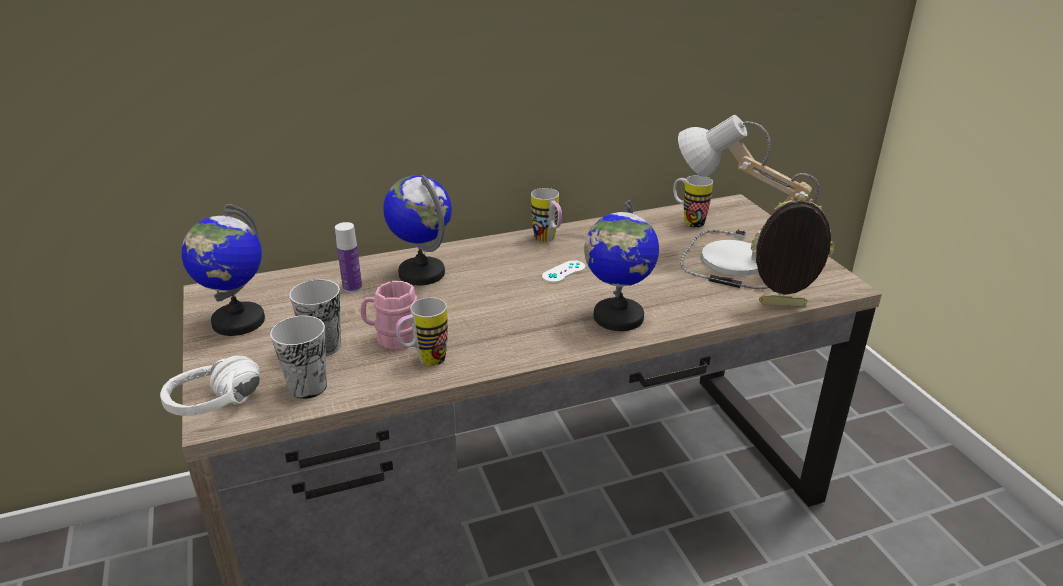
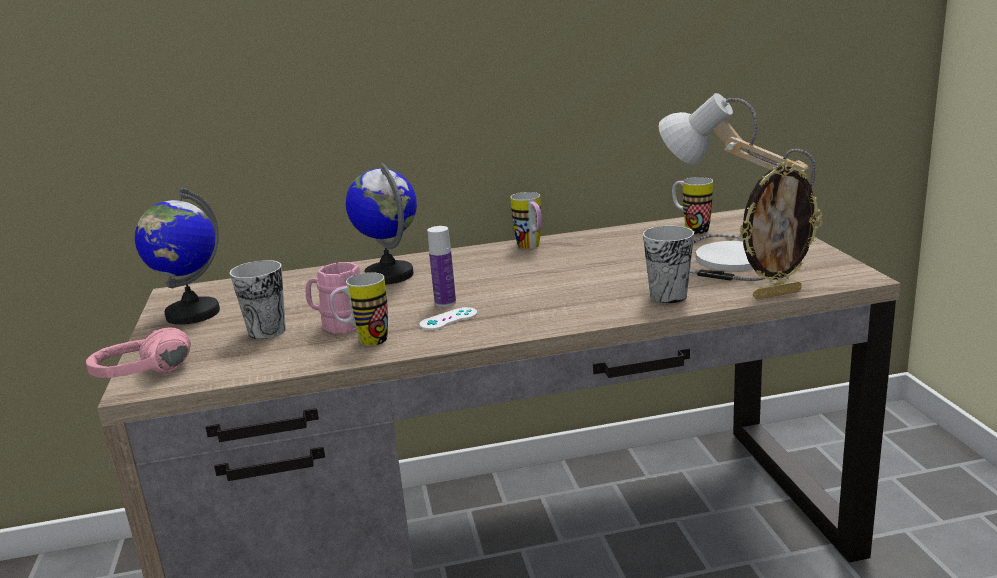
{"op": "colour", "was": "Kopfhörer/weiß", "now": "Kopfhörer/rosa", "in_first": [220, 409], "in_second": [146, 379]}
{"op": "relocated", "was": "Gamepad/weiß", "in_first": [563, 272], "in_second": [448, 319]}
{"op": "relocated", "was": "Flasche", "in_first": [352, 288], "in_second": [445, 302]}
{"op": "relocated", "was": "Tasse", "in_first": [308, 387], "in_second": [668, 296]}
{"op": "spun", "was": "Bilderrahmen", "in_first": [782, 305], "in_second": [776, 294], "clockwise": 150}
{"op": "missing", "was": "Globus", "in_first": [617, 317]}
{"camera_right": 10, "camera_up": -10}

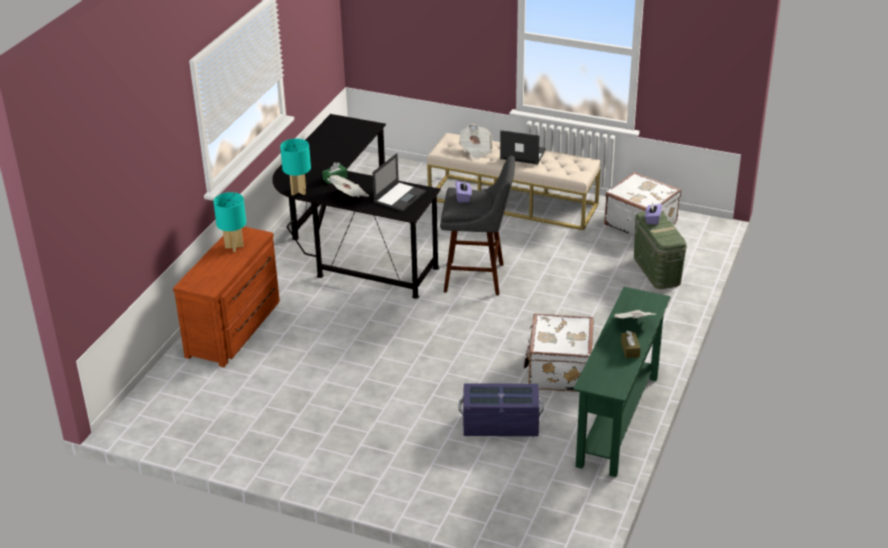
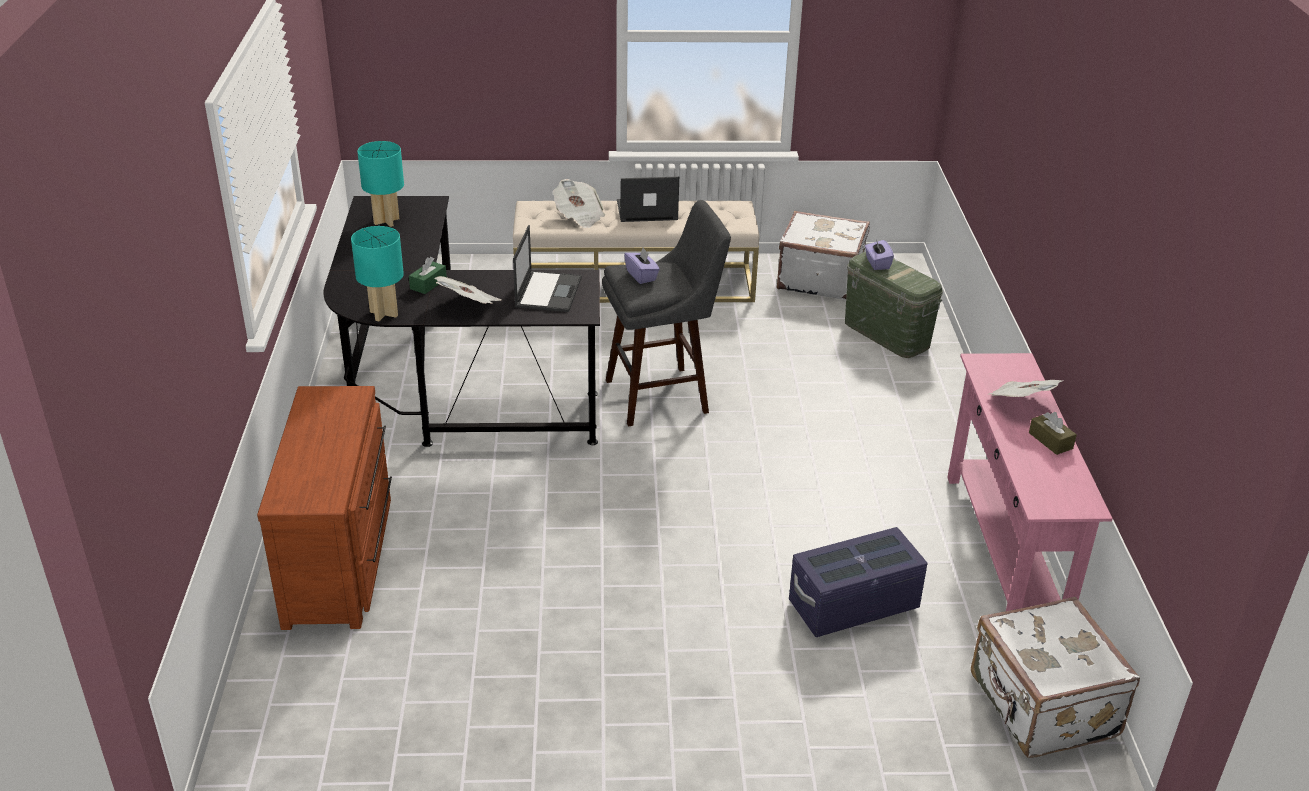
{"op": "relocated", "was": "Tischlampe/türkis", "in_first": [234, 246], "in_second": [387, 221]}
{"op": "colour", "was": "Konsolentisch/grün", "now": "Konsolentisch/rosa", "in_first": [618, 420], "in_second": [1004, 552]}
{"op": "relocated", "was": "Koffer/weiß", "in_first": [558, 371], "in_second": [1041, 707]}
{"camera_right": -25, "camera_up": 0}

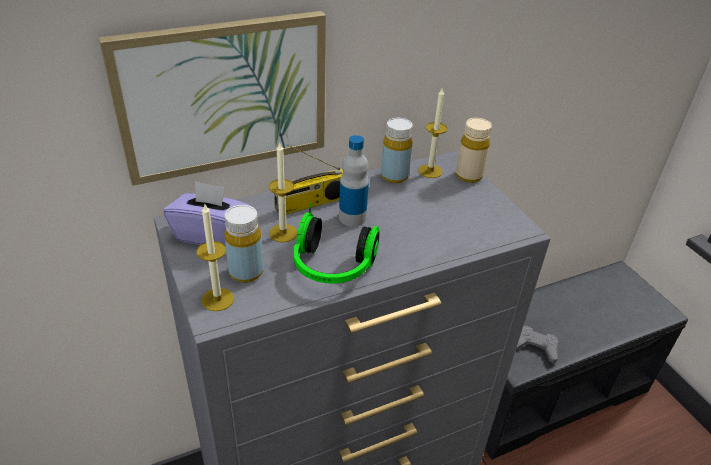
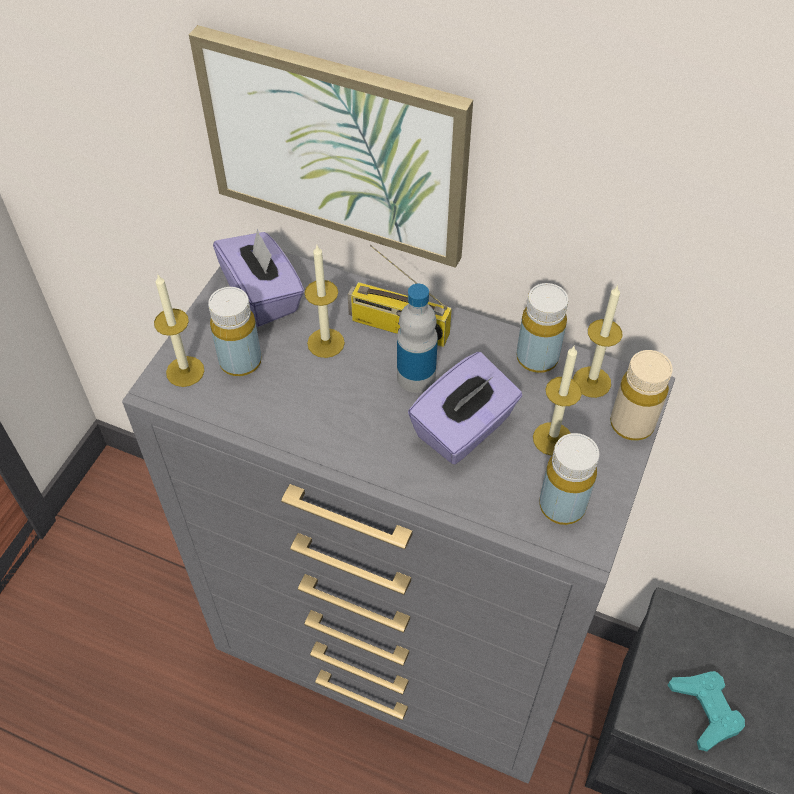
{"op": "appeared", "now": "Taschentuchbox/lila", "in_second": [464, 429]}
{"op": "appeared", "now": "Kerze", "in_second": [552, 439]}
{"op": "appeared", "now": "Flasche/gelb", "in_second": [562, 506]}
{"op": "colour", "was": "Gamepad/grau", "now": "Gamepad/türkis", "in_first": [535, 347], "in_second": [705, 710]}
{"op": "missing", "was": "Kopfhörer", "in_first": [332, 267]}
{"camera_right": 50, "camera_up": 15}

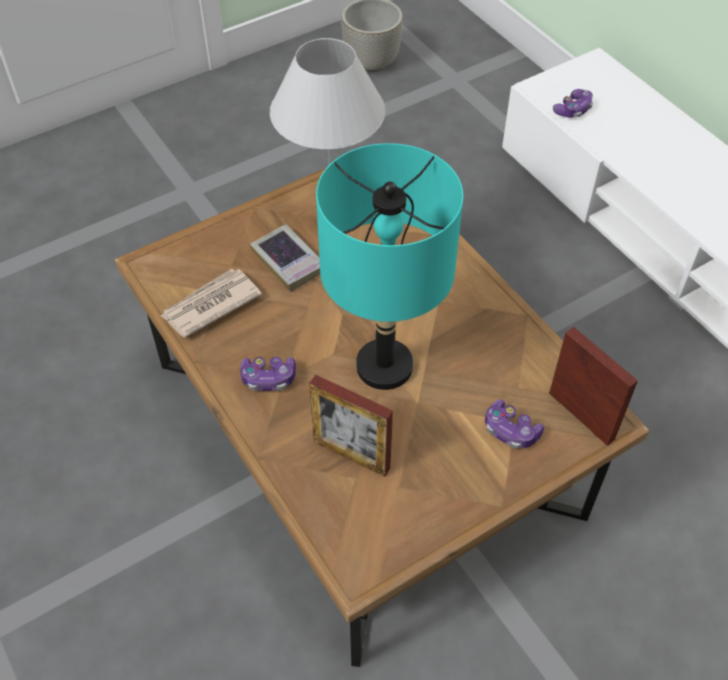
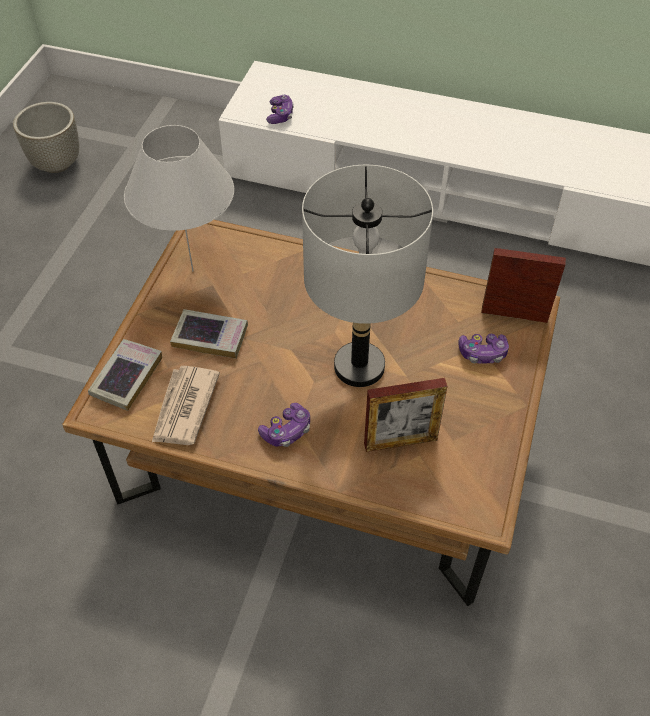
{"op": "appeared", "now": "Buch", "in_second": [126, 377]}
{"op": "colour", "was": "Tischlampe/türkis", "now": "Tischlampe/grau", "in_first": [384, 366], "in_second": [358, 366]}
{"camera_right": -40, "camera_up": 0}

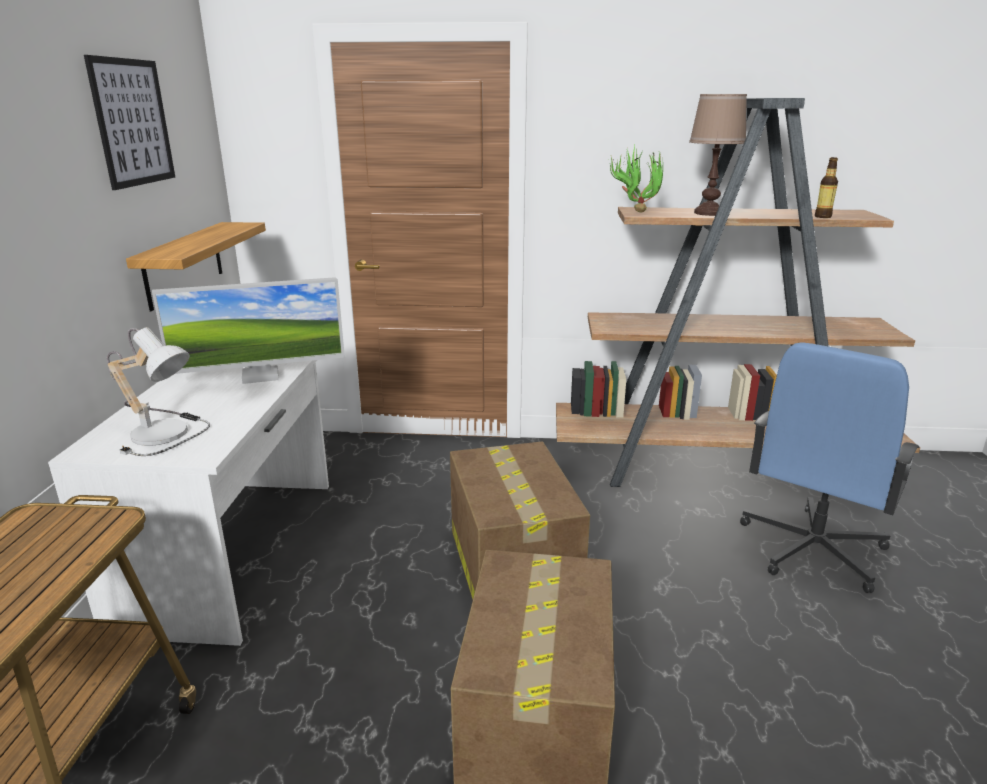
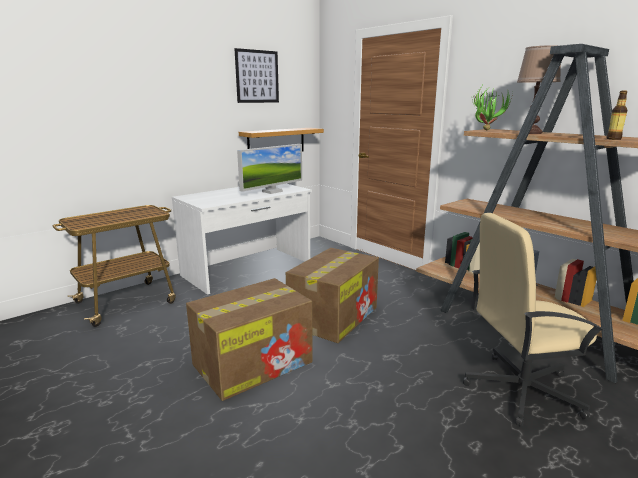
{"op": "spun", "was": "Monitor", "in_first": [260, 376], "in_second": [272, 191], "clockwise": -75}
{"op": "colour", "was": "Bürostuhl/blau", "now": "Bürostuhl/beige", "in_first": [811, 549], "in_second": [520, 390]}
{"op": "missing", "was": "Tischlampe", "in_first": [166, 432]}
{"camera_right": 45, "camera_up": -5}

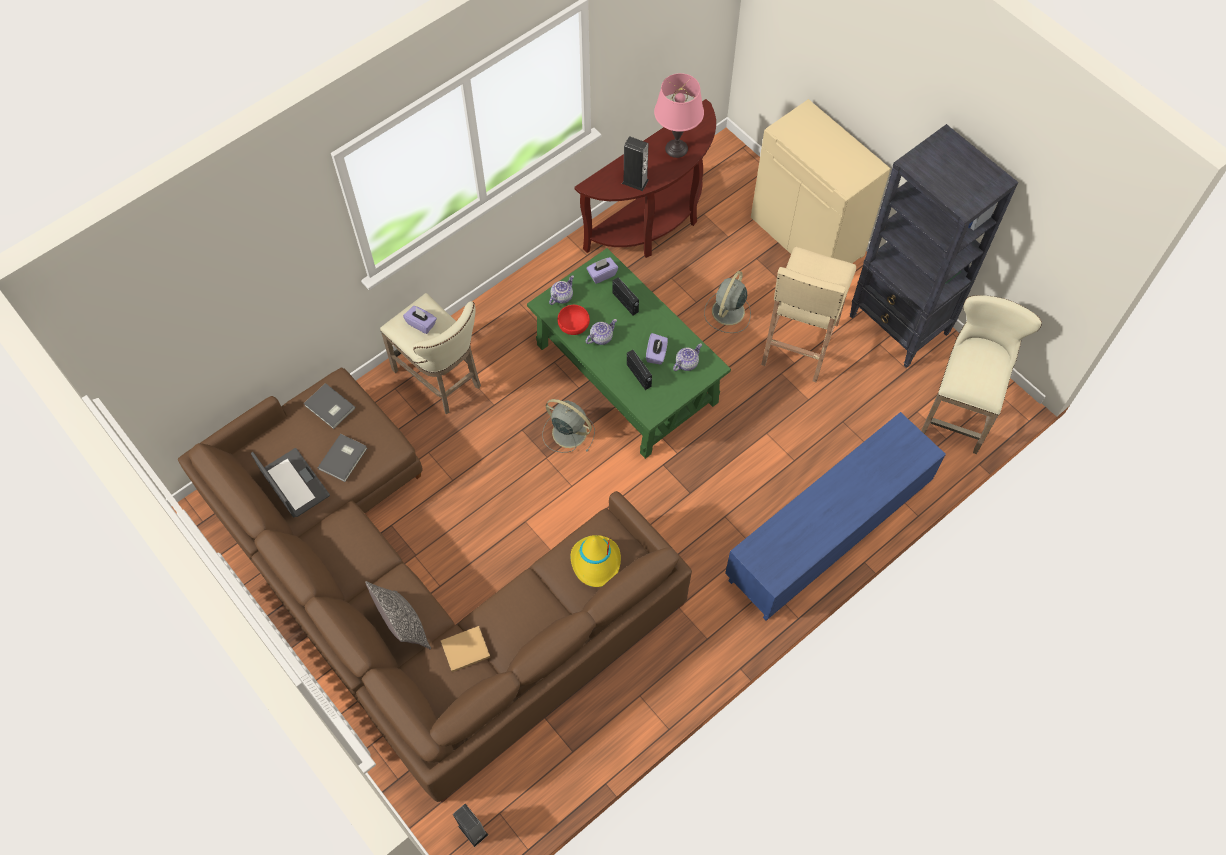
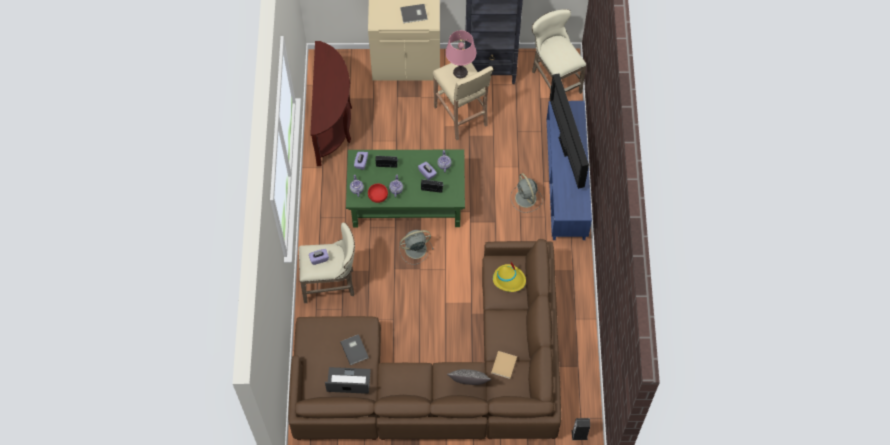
{"op": "relocated", "was": "Buch/grau", "in_first": [329, 408], "in_second": [414, 14]}
{"op": "relocated", "was": "Tischlampe/rosa", "in_first": [676, 148], "in_second": [460, 72]}
{"op": "relocated", "was": "Ventilator/grau", "in_first": [727, 312], "in_second": [526, 199]}
{"op": "appeared", "now": "Fernseher", "in_second": [565, 148]}
{"op": "missing", "was": "Lautsprecher", "in_first": [635, 181]}
{"camera_right": -50, "camera_up": 0}

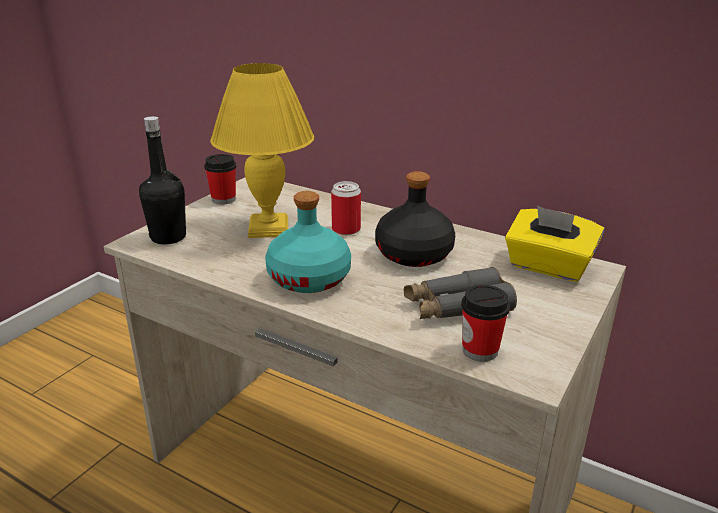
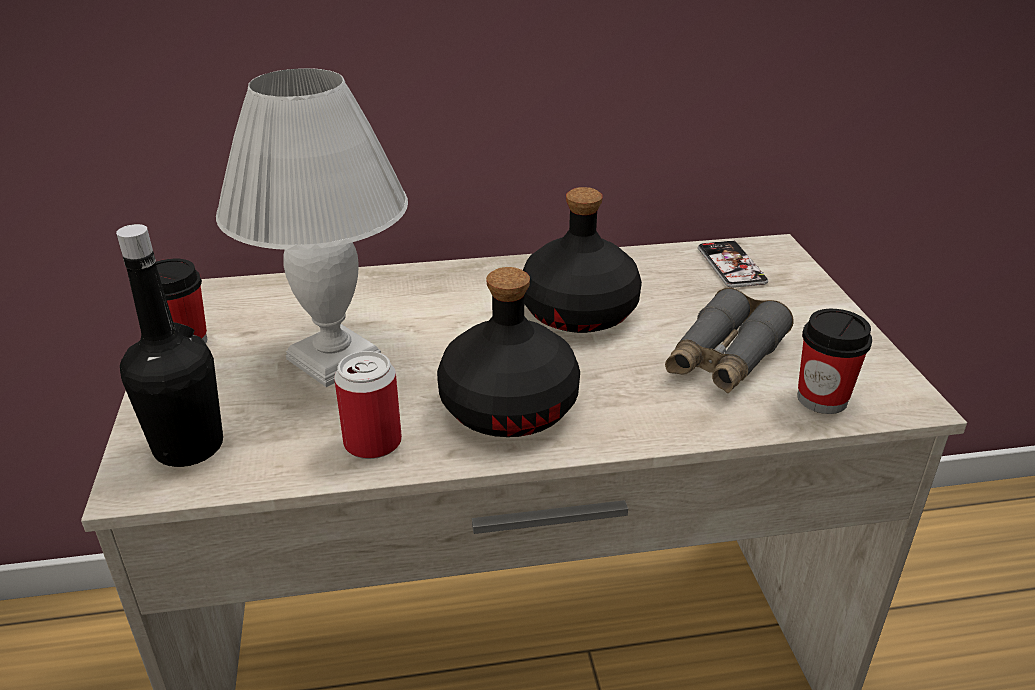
{"op": "colour", "was": "Tischlampe/gelb", "now": "Tischlampe/weiß", "in_first": [270, 228], "in_second": [335, 357]}
{"op": "relocated", "was": "Dose", "in_first": [346, 229], "in_second": [373, 442]}
{"op": "colour", "was": "Flasche/türkis", "now": "Flasche/schwarz", "in_first": [309, 278], "in_second": [508, 406]}
{"op": "exchanged", "was": "Taschentuchbox/gelb", "now": "Handy", "in_first": [548, 267], "in_second": [731, 265]}
{"camera_right": -40, "camera_up": 5}

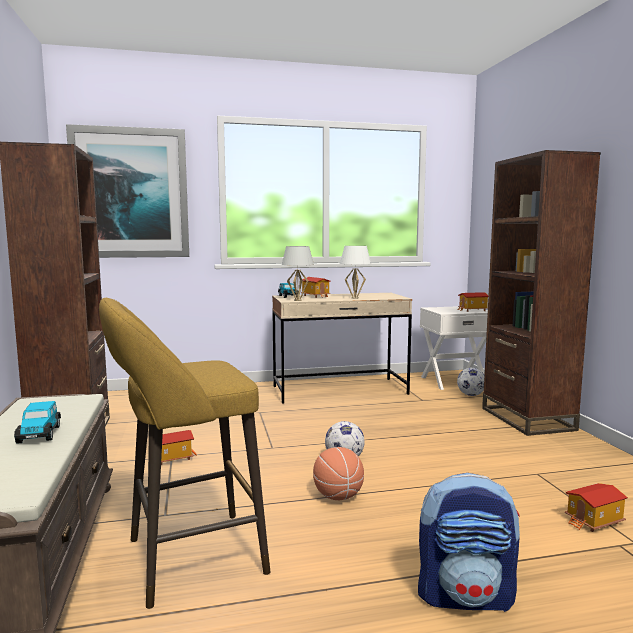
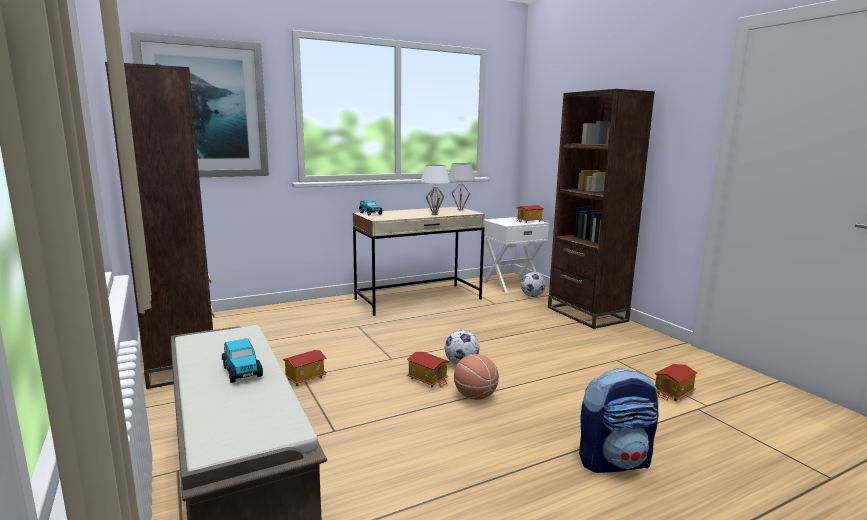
{"op": "relocated", "was": "Spielzeughaus", "in_first": [316, 296], "in_second": [428, 379]}
{"op": "relocated", "was": "Tischlampe/weiß", "in_first": [298, 300], "in_second": [460, 209]}
{"op": "missing", "was": "Hocker/gelb", "in_first": [187, 558]}
{"camera_right": -15, "camera_up": 5}

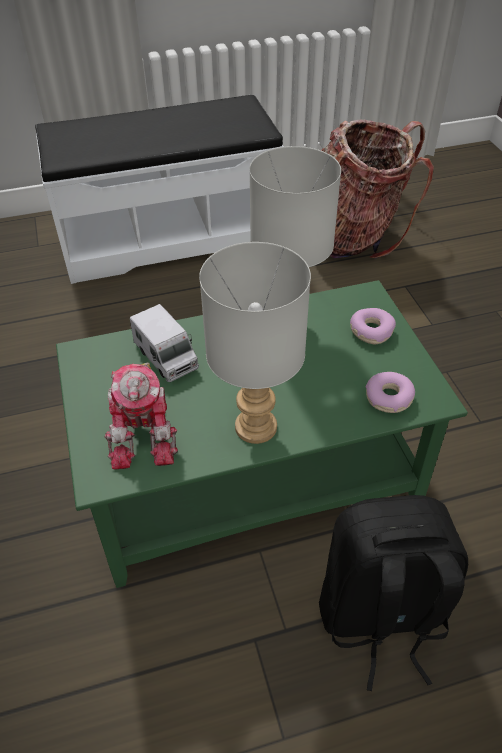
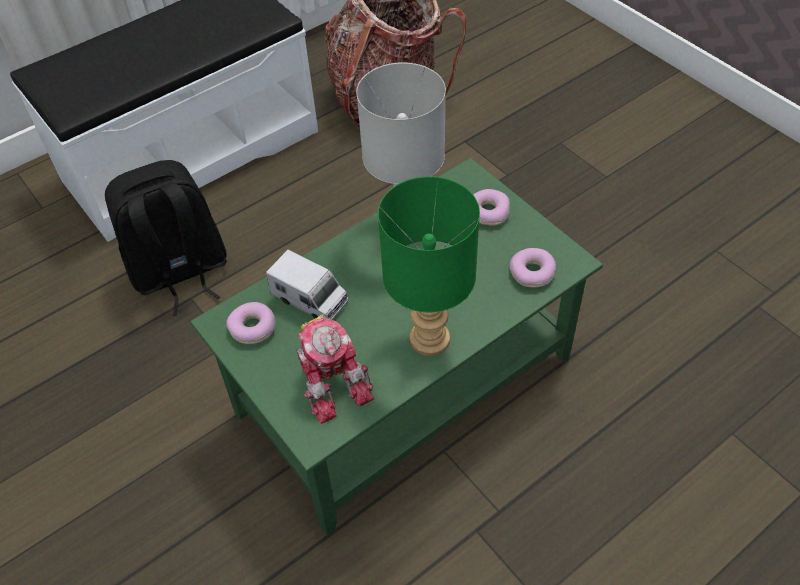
{"op": "relocated", "was": "Rucksack/schwarz", "in_first": [380, 617], "in_second": [180, 272]}
{"op": "appeared", "now": "Donut", "in_second": [253, 328]}
{"op": "colour", "was": "Tischlampe/grau", "now": "Tischlampe/grün", "in_first": [255, 425], "in_second": [428, 338]}
{"camera_right": -20, "camera_up": 5}

